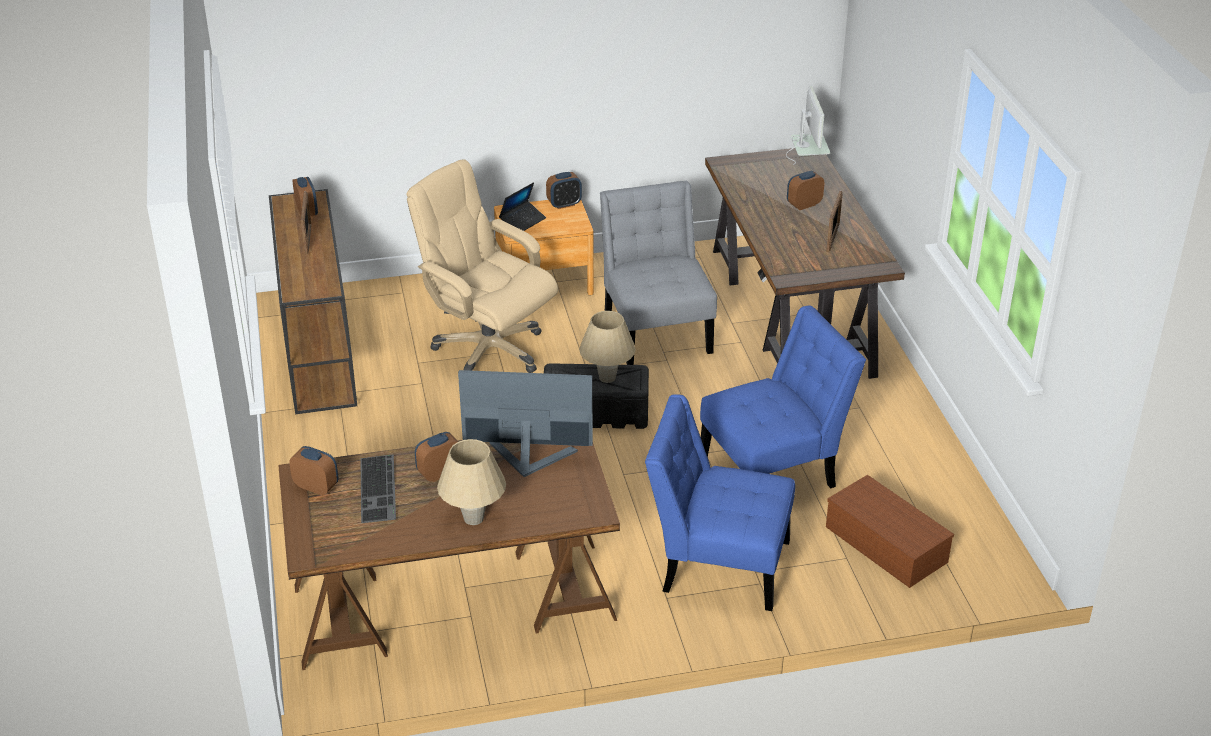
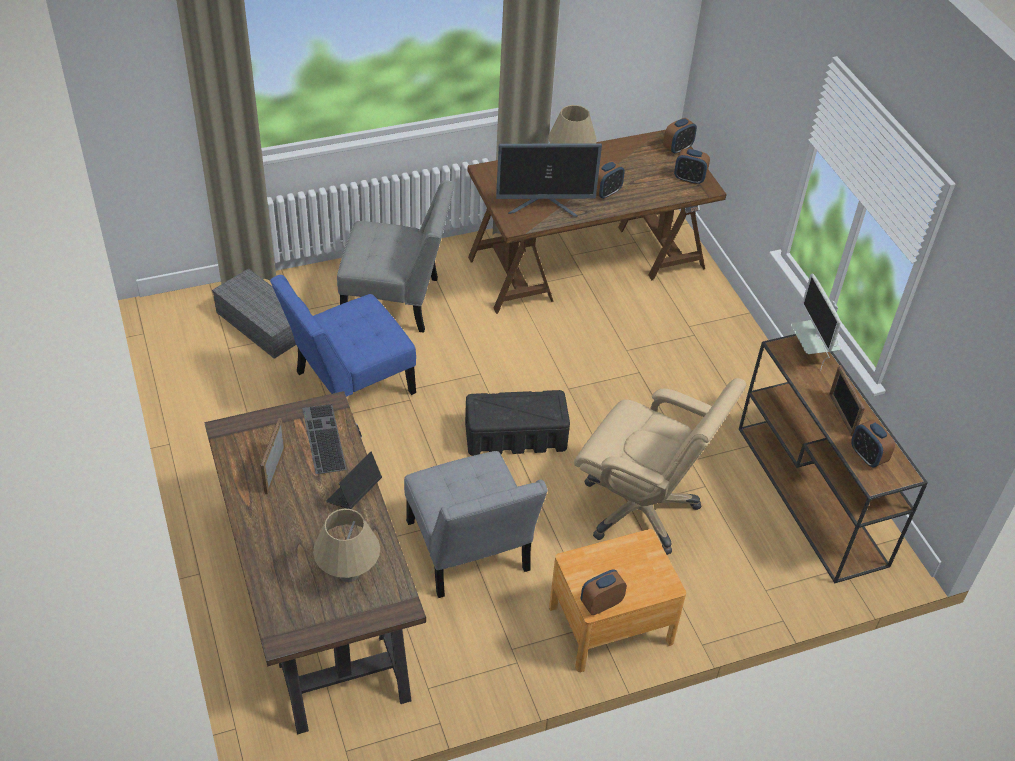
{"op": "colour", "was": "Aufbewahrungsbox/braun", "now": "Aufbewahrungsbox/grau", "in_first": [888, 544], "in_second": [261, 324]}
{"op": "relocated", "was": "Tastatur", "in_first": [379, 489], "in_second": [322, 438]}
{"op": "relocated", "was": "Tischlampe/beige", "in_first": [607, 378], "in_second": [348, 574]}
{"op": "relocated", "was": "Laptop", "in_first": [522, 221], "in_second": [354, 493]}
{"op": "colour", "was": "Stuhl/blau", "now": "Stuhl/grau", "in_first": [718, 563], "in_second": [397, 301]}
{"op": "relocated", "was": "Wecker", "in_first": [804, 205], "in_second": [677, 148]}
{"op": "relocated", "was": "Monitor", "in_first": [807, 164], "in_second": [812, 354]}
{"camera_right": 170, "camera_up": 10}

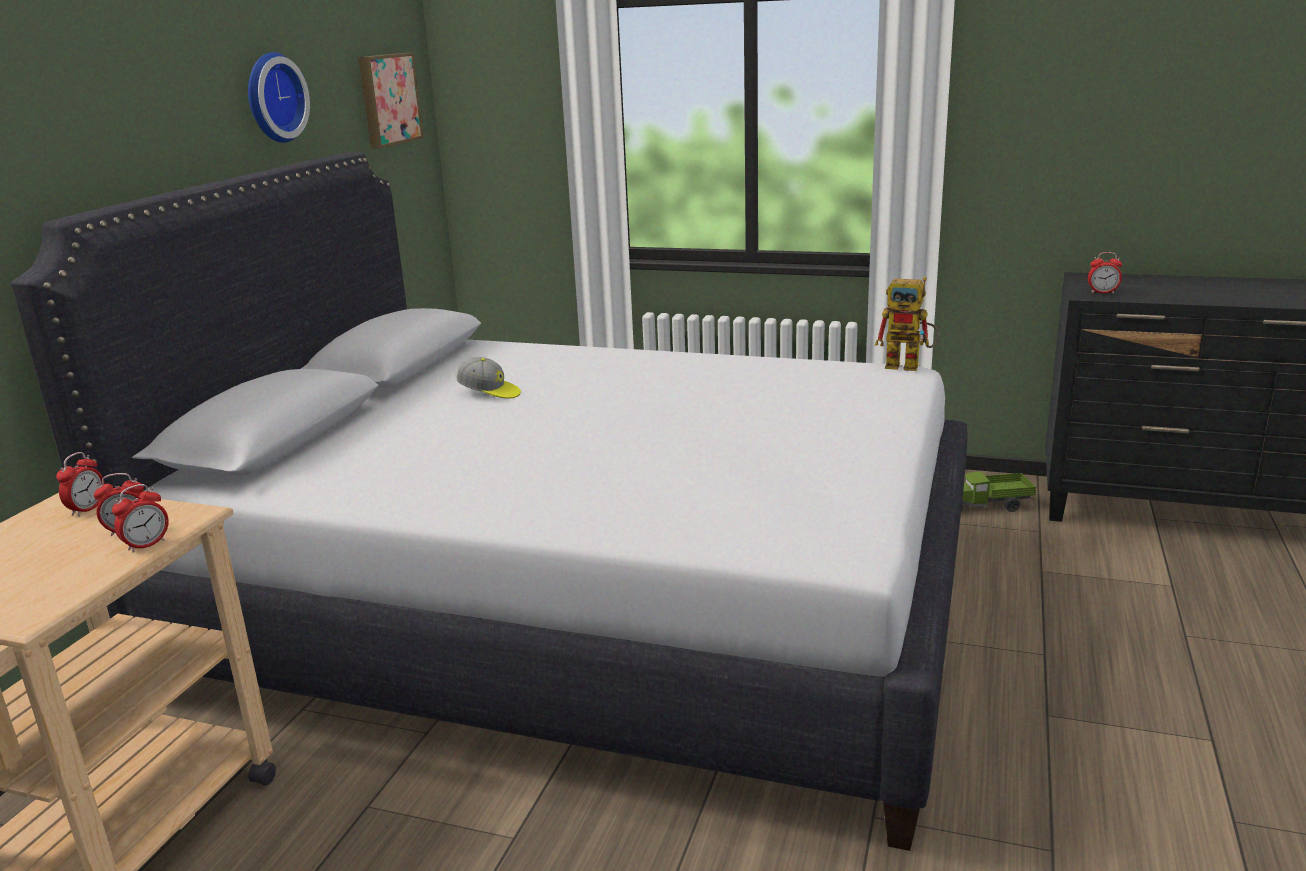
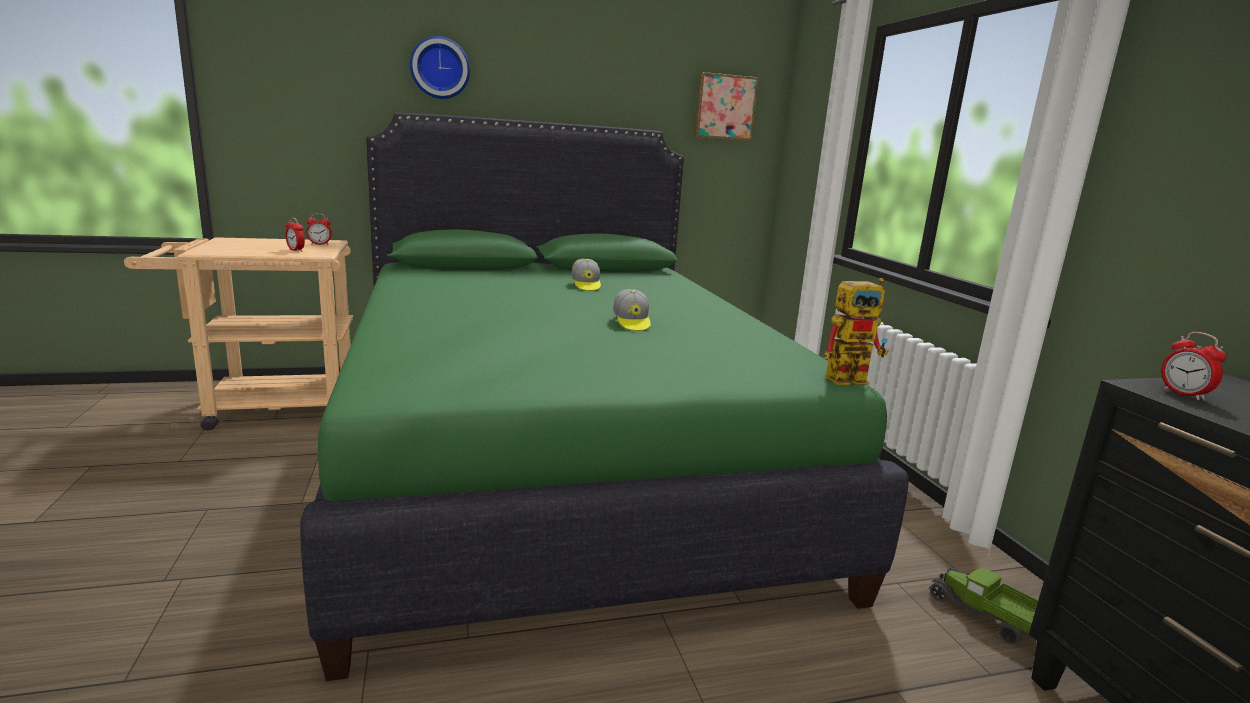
{"op": "colour", "was": "Bett/weiß", "now": "Bett/grün", "in_first": [586, 614], "in_second": [559, 461]}
{"op": "relocated", "was": "Wanduhr", "in_first": [272, 98], "in_second": [440, 68]}
{"op": "appeared", "now": "Kappe", "in_second": [631, 323]}
{"op": "spun", "was": "Spielzeugroboter", "in_first": [910, 365], "in_second": [852, 378], "clockwise": -90}
{"op": "missing", "was": "Wecker", "in_first": [147, 545]}
{"camera_right": 55, "camera_up": -5}

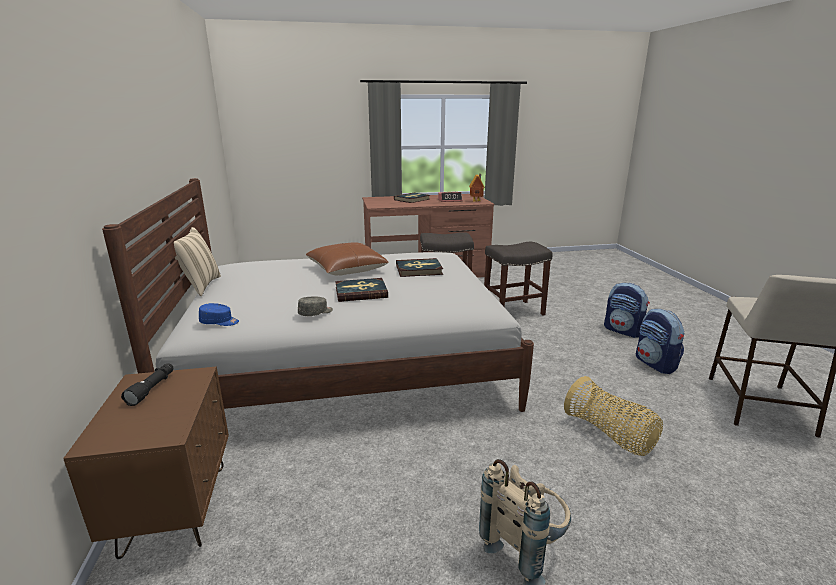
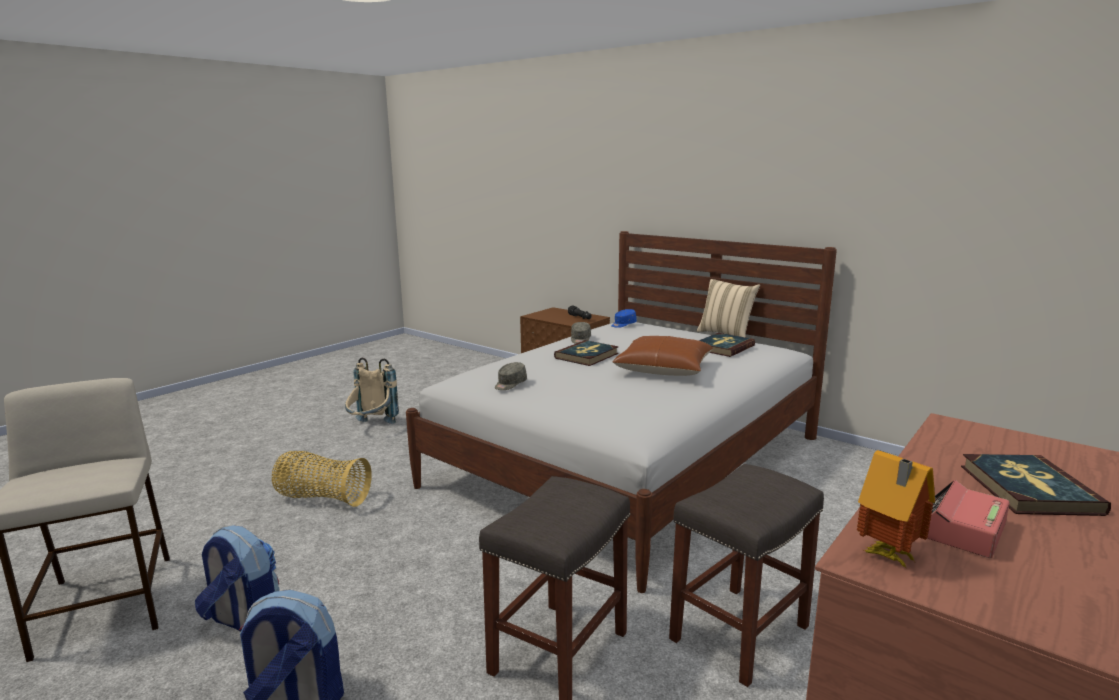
{"op": "appeared", "now": "Kappe/grau", "in_second": [510, 384]}
{"op": "relocated", "was": "Buch", "in_first": [419, 270], "in_second": [723, 347]}
{"camera_right": 140, "camera_up": -5}

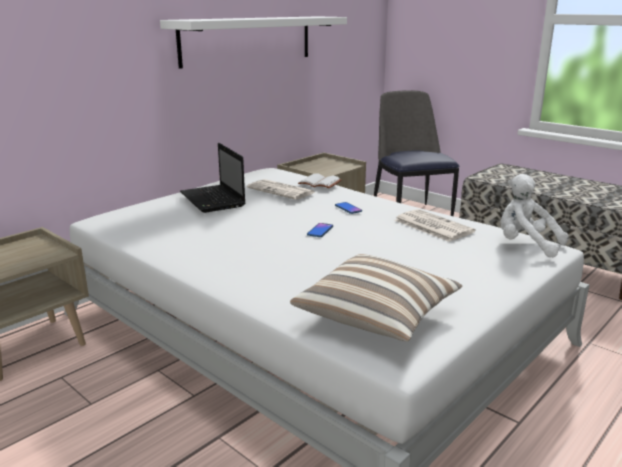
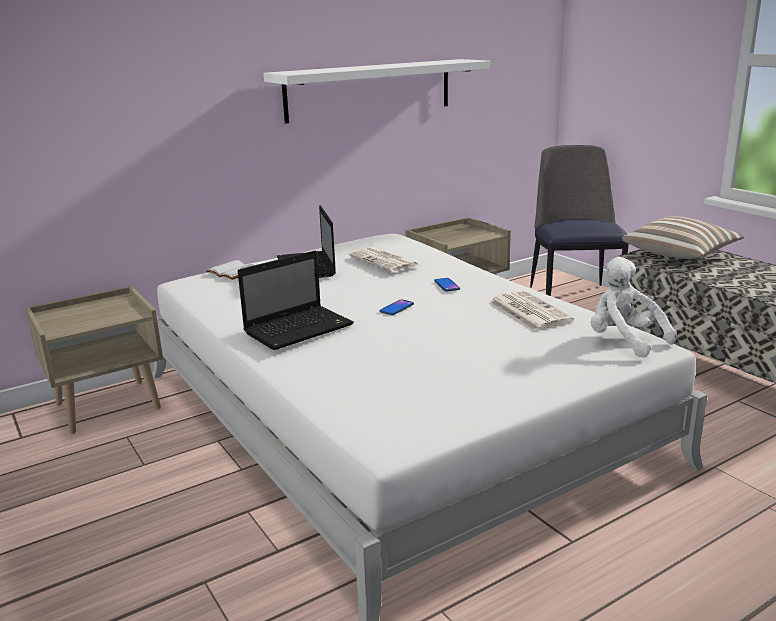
{"op": "relocated", "was": "Buch/weiß", "in_first": [321, 183], "in_second": [234, 272]}
{"op": "appeared", "now": "Laptop", "in_second": [300, 328]}
{"op": "relocated", "was": "Kissen", "in_first": [377, 317], "in_second": [680, 255]}
{"camera_right": 15, "camera_up": 0}

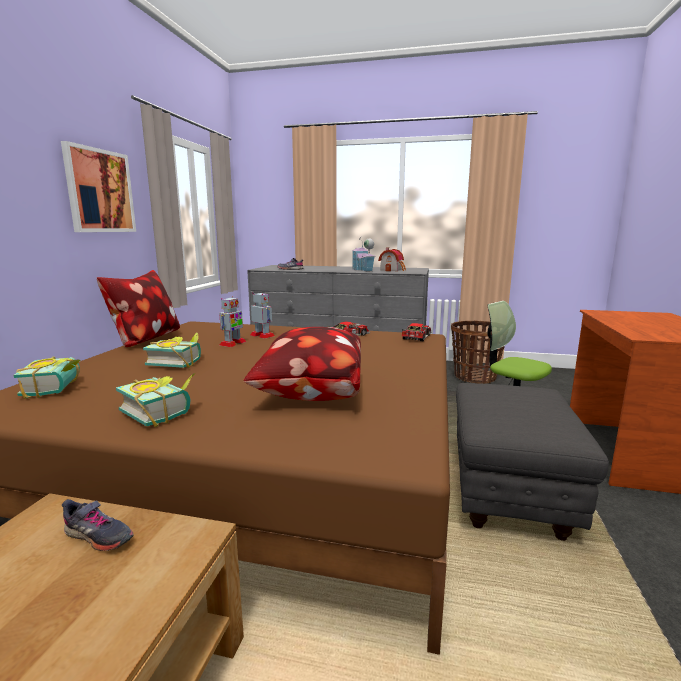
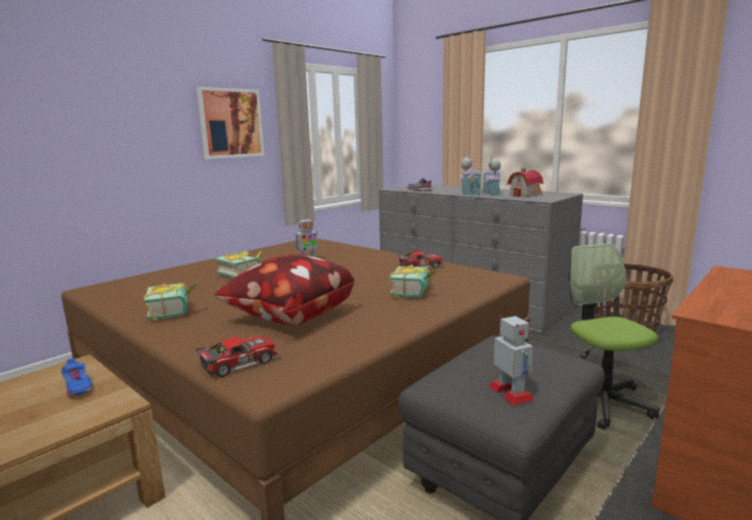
{"op": "colour", "was": "Schuh/grau", "now": "Schuh/blau", "in_first": [98, 536], "in_second": [78, 387]}
{"op": "relocated", "was": "Spielzeugauto", "in_first": [415, 337], "in_second": [239, 362]}
{"op": "relocated", "was": "Buch", "in_first": [58, 388], "in_second": [415, 292]}
{"op": "appeared", "now": "Spielzeughaus", "in_second": [469, 193]}
{"op": "relocated", "was": "Spielzeugroboter", "in_first": [262, 335], "in_second": [511, 393]}
{"op": "missing", "was": "Kissen", "in_first": [145, 339]}
{"camera_right": 30, "camera_up": 0}

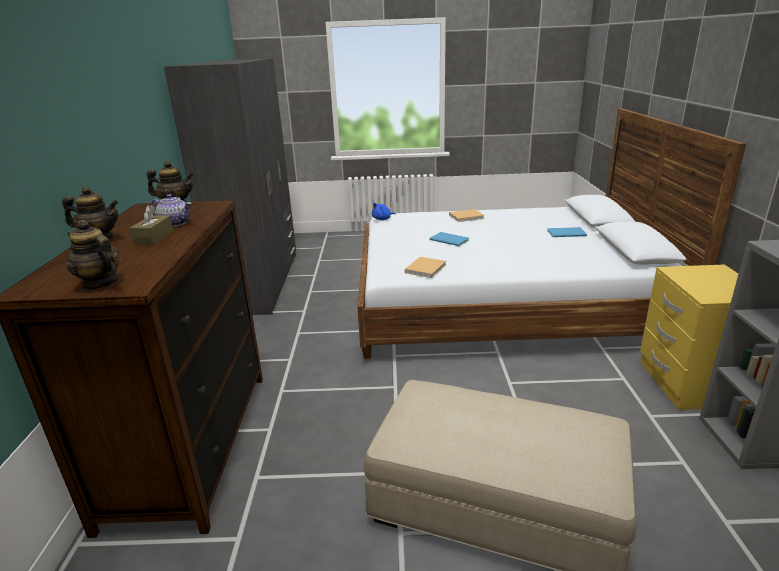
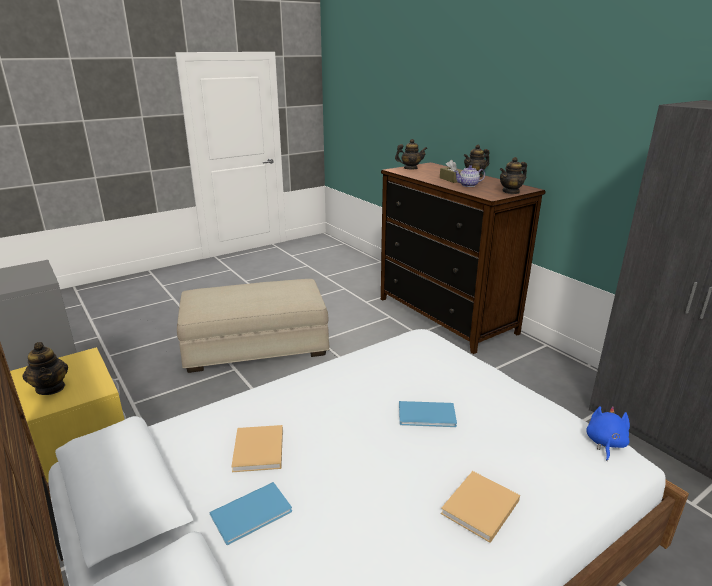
{"op": "appeared", "now": "Teekanne", "in_second": [51, 388]}
{"op": "relocated", "was": "Buch/beige", "in_first": [426, 268], "in_second": [258, 451]}
{"camera_right": 145, "camera_up": 0}

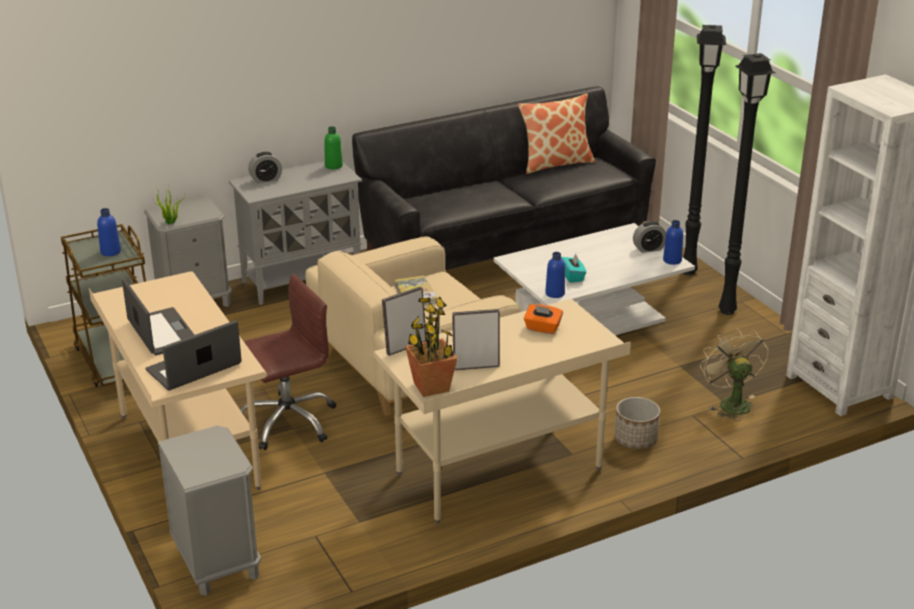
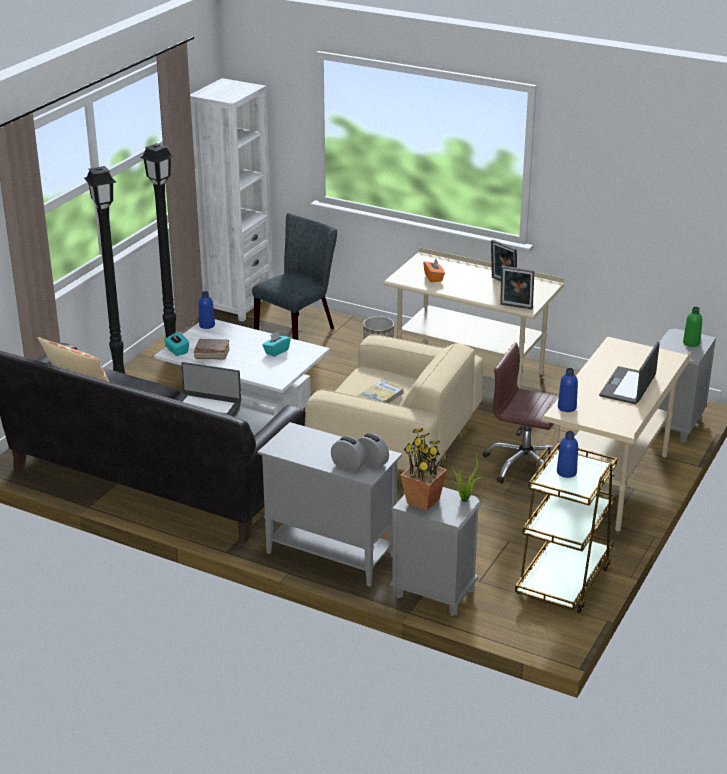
{"op": "appeared", "now": "Taschentuchbox/türkis", "in_second": [177, 351]}
{"op": "relocated", "was": "Laptop", "in_first": [194, 368], "in_second": [206, 408]}
{"op": "appeared", "now": "Buch/braun", "in_second": [211, 355]}
{"op": "exchanged", "was": "Ventilator/beige", "now": "Stuhl/grau", "in_first": [730, 403], "in_second": [298, 330]}
{"op": "relocated", "was": "Wecker", "in_first": [649, 249], "in_second": [371, 462]}
{"op": "relocated", "was": "Topfpflanze", "in_first": [431, 387], "in_second": [423, 501]}
{"op": "relocated", "was": "Flasche/blau", "in_first": [555, 293], "in_second": [567, 407]}
{"op": "relocated", "was": "Flasche/grün", "in_first": [333, 166], "in_second": [691, 343]}
{"camera_right": -125, "camera_up": 0}

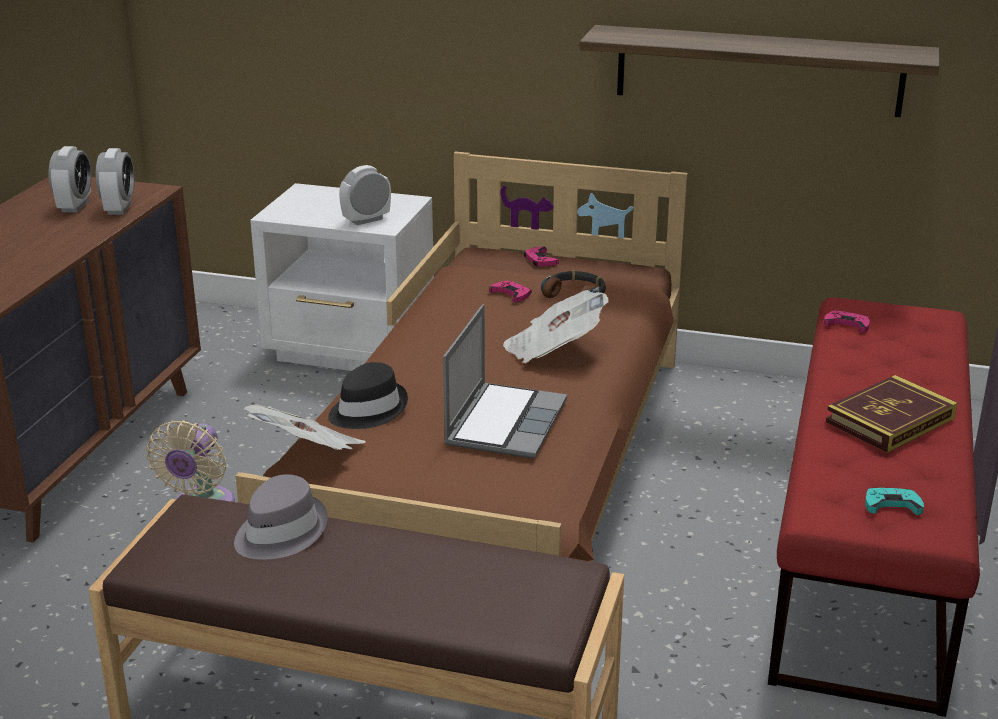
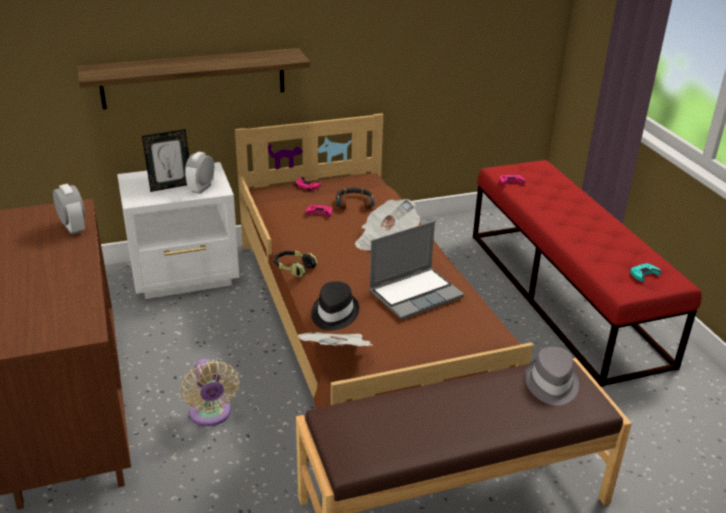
{"op": "relocated", "was": "Wandregal", "in_first": [758, 70], "in_second": [194, 78]}
{"op": "appeared", "now": "Bilderrahmen", "in_second": [170, 186]}
{"op": "appeared", "now": "Kopfhörer", "in_second": [294, 268]}
{"op": "spun", "was": "Laptop", "in_first": [505, 422], "in_second": [416, 294], "clockwise": 75}
{"op": "relocated", "was": "Hut/grau", "in_first": [279, 532], "in_second": [551, 383]}
{"op": "missing", "was": "Wecker", "in_first": [75, 206]}
{"op": "missing", "was": "Buch", "in_first": [890, 420]}
{"camera_right": -35, "camera_up": 5}

